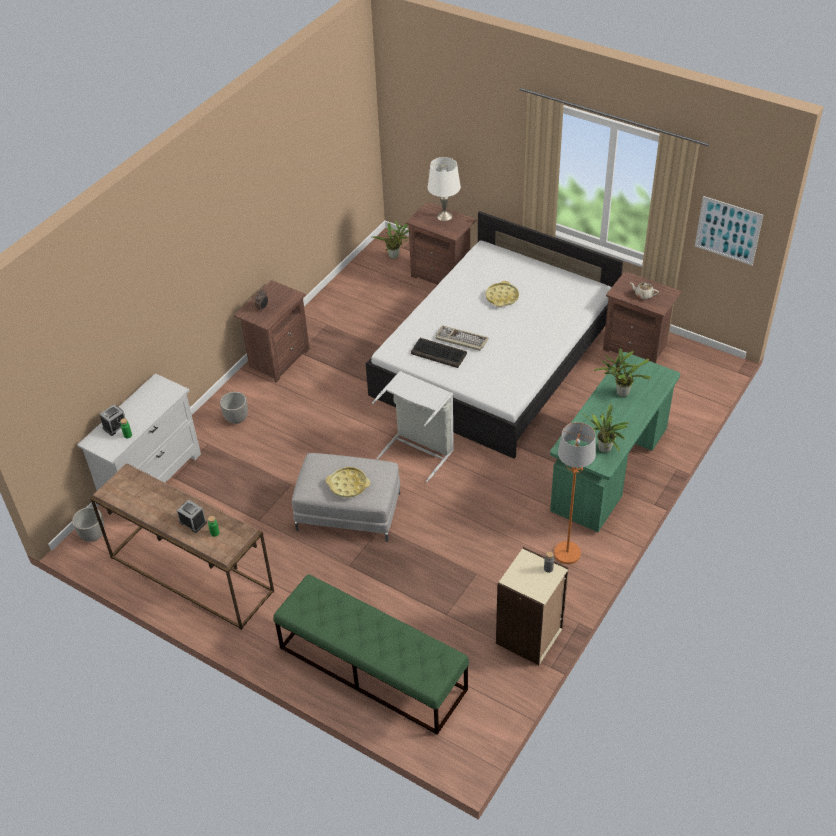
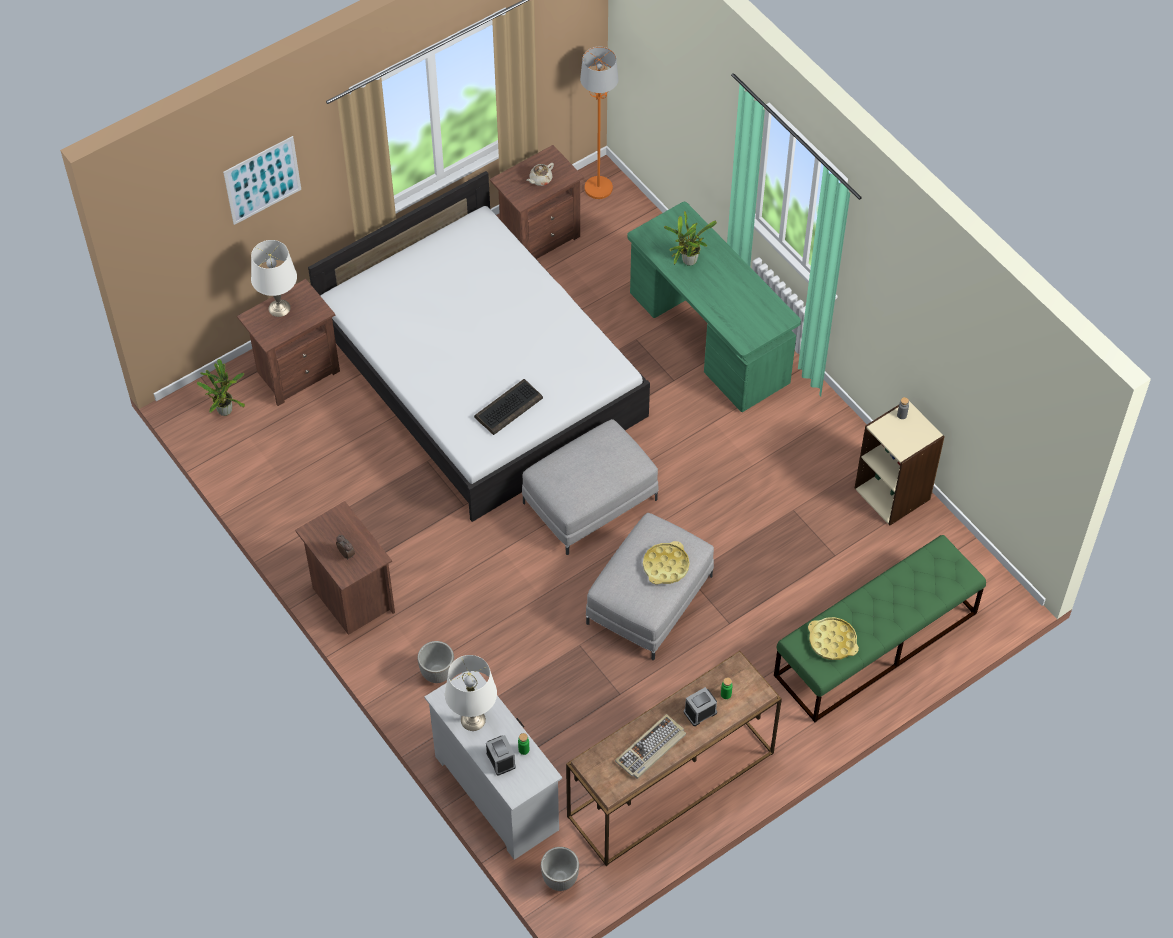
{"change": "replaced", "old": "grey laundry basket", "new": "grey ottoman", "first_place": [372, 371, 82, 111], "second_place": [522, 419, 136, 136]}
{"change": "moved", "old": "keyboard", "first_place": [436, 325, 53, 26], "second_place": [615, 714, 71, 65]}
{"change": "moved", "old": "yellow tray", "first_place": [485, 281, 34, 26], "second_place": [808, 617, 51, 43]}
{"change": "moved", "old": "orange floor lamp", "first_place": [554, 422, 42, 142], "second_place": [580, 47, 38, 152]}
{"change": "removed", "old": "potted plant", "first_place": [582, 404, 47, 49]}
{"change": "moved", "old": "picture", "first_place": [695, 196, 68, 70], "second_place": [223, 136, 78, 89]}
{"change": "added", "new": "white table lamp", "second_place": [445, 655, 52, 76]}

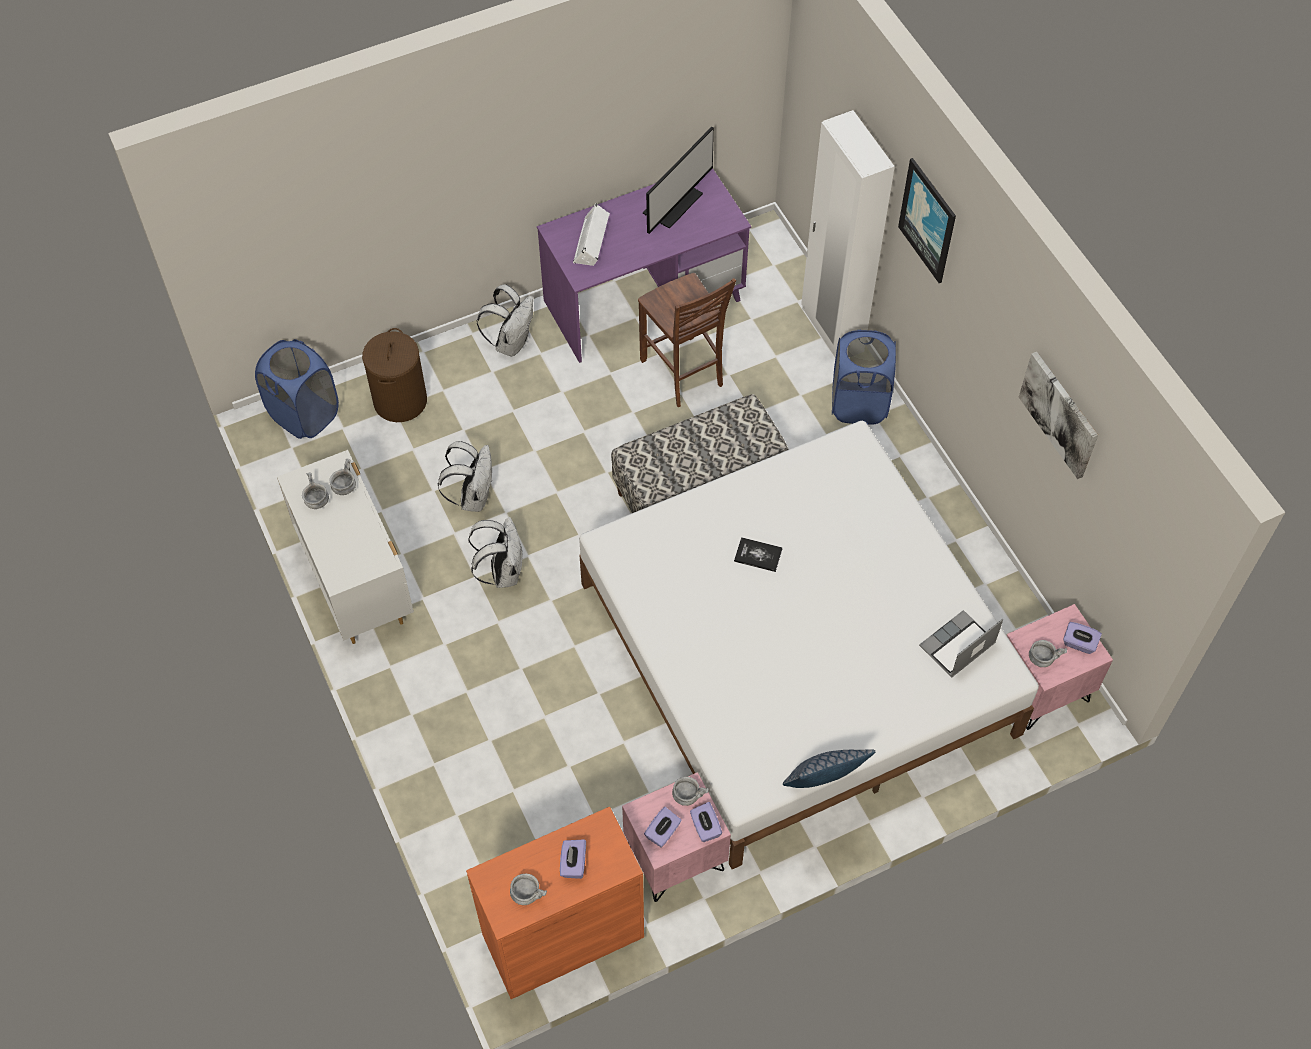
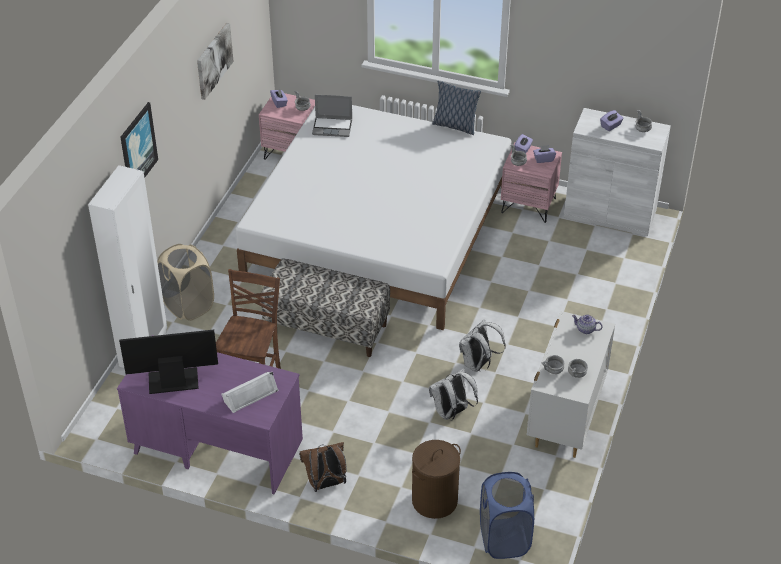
{"change": "recoloured", "old": "orange cabinet", "new": "white cabinet", "first_place": [466, 807, 178, 192], "second_place": [564, 108, 107, 128]}
{"change": "recoloured", "old": "white backpack", "new": "brown backpack", "first_place": [477, 284, 56, 73], "second_place": [299, 442, 48, 50]}
{"change": "removed", "old": "book", "first_place": [734, 537, 49, 35]}
{"change": "recoloured", "old": "blue laundry basket", "new": "beige laundry basket", "first_place": [832, 329, 64, 96], "second_place": [157, 244, 57, 77]}
{"change": "added", "new": "teapot", "second_place": [572, 315, 31, 19]}

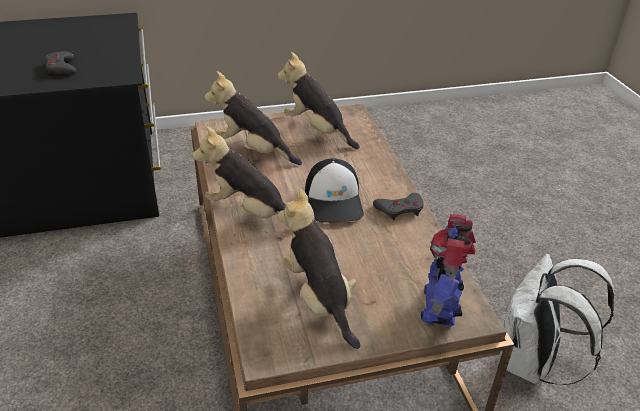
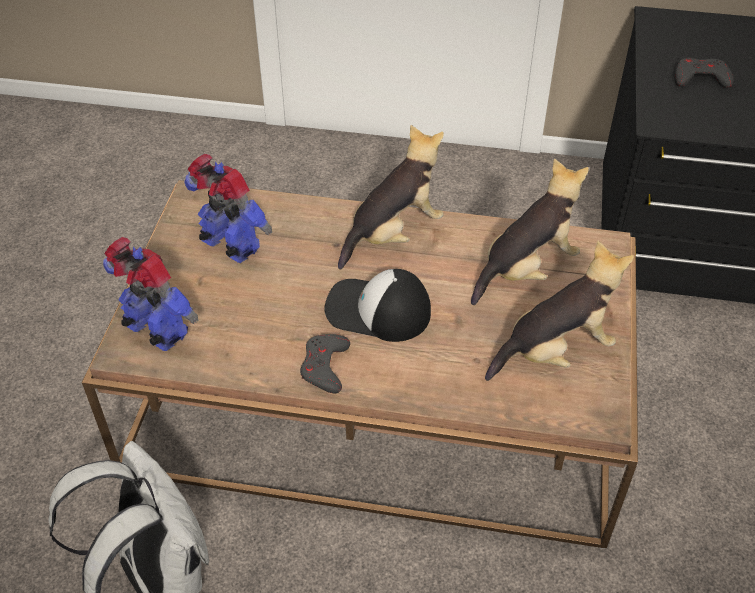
{"change": "replaced", "old": "plush toy", "new": "toy robot", "first_place": [278, 188, 82, 161], "second_place": [184, 154, 88, 109]}

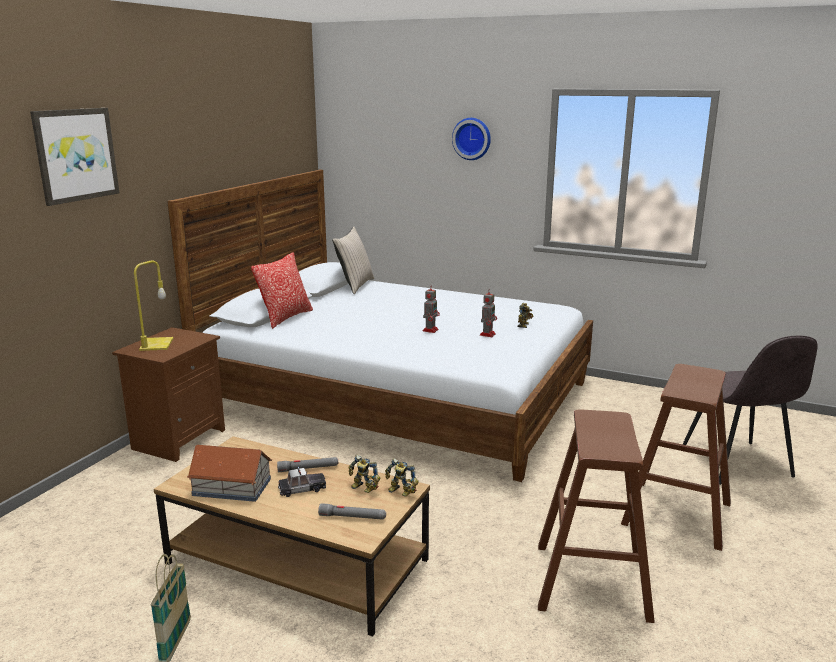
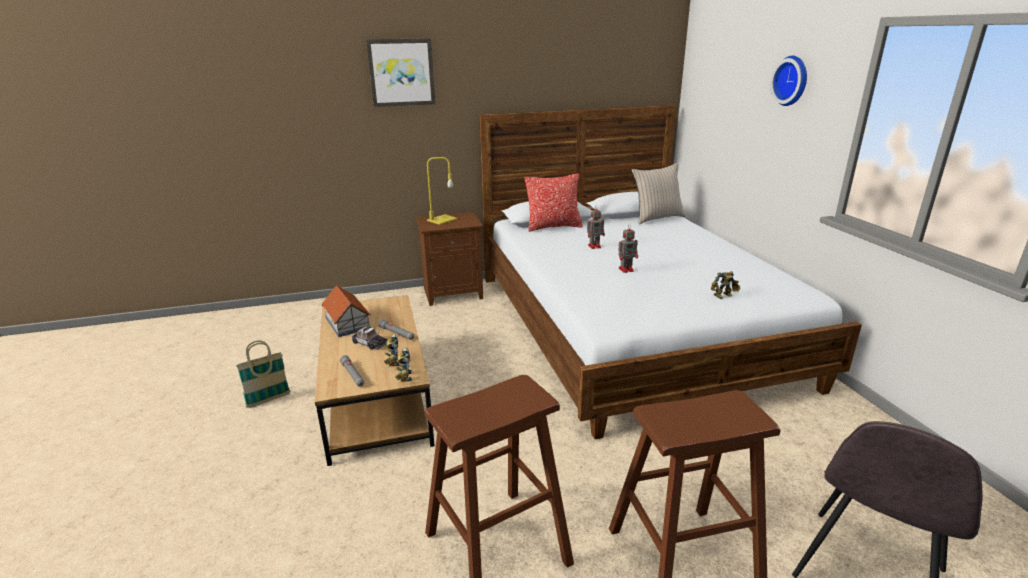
{"change": "moved", "old": "toy robot", "first_place": [480, 289, 17, 48], "second_place": [587, 206, 18, 43]}

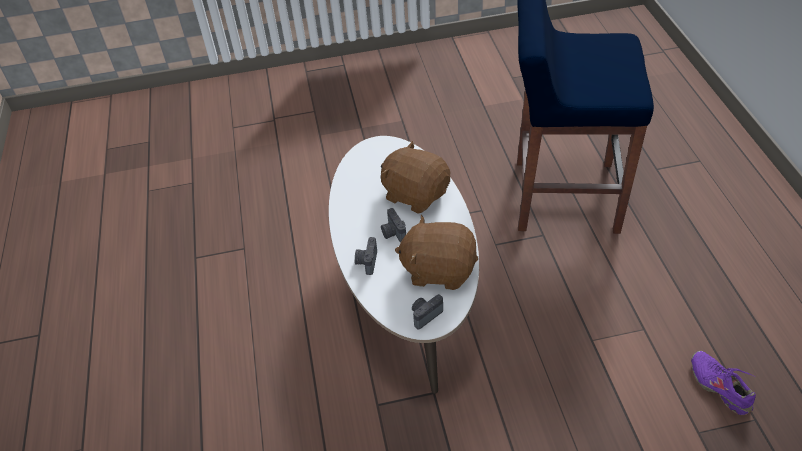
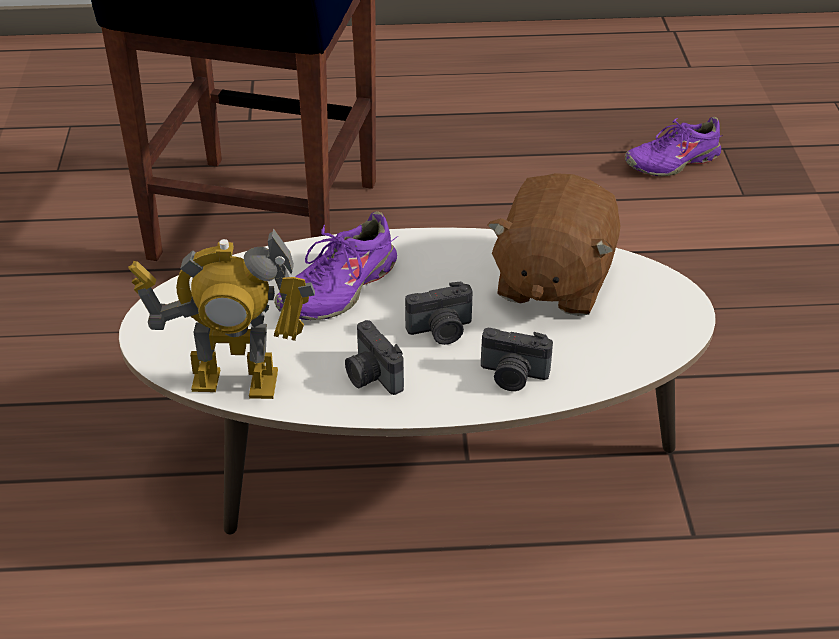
{"change": "replaced", "old": "brown plush toy", "new": "purple shoe", "first_place": [381, 141, 69, 72], "second_place": [274, 211, 124, 109]}
{"change": "moved", "old": "photo camera", "first_place": [412, 294, 31, 36], "second_place": [345, 320, 59, 75]}
{"change": "added", "new": "toy robot", "second_place": [128, 228, 187, 171]}

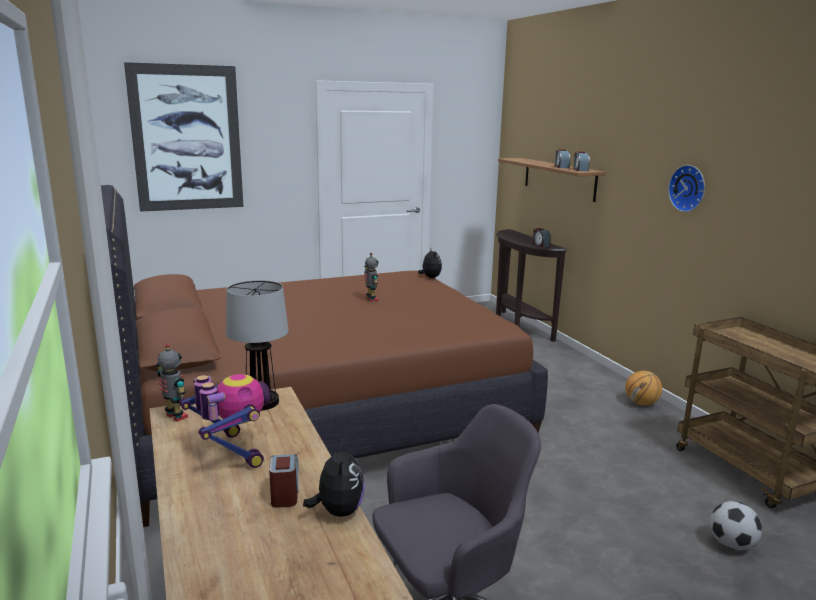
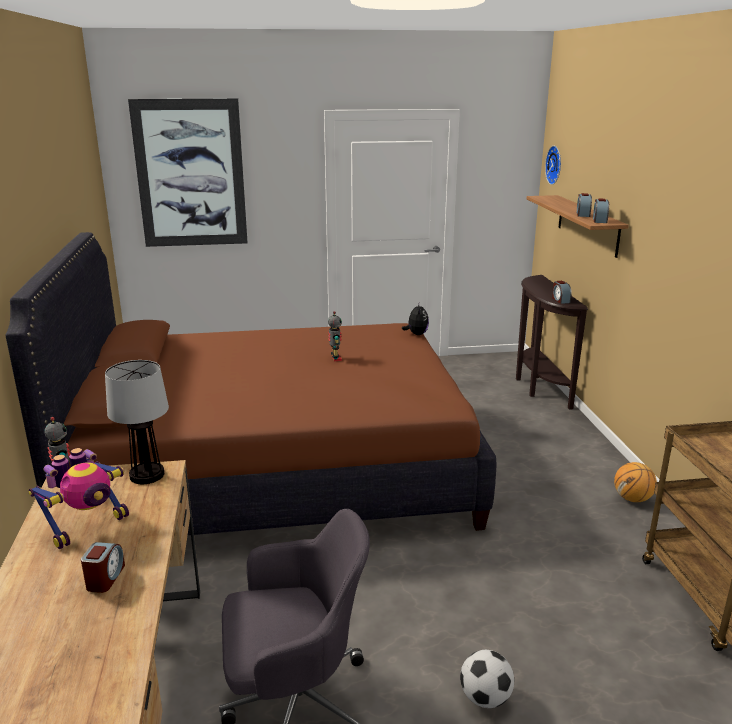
{"change": "turned", "old": "toy robot", "first_place": [179, 374, 92, 94], "second_place": [29, 448, 100, 101], "degrees": 60}
{"change": "removed", "old": "plush toy", "first_place": [303, 441, 62, 76]}
{"change": "moved", "old": "wall clock", "first_place": [668, 165, 37, 47], "second_place": [545, 146, 16, 39]}
{"change": "moved", "old": "football", "first_place": [710, 501, 52, 49], "second_place": [460, 650, 54, 58]}

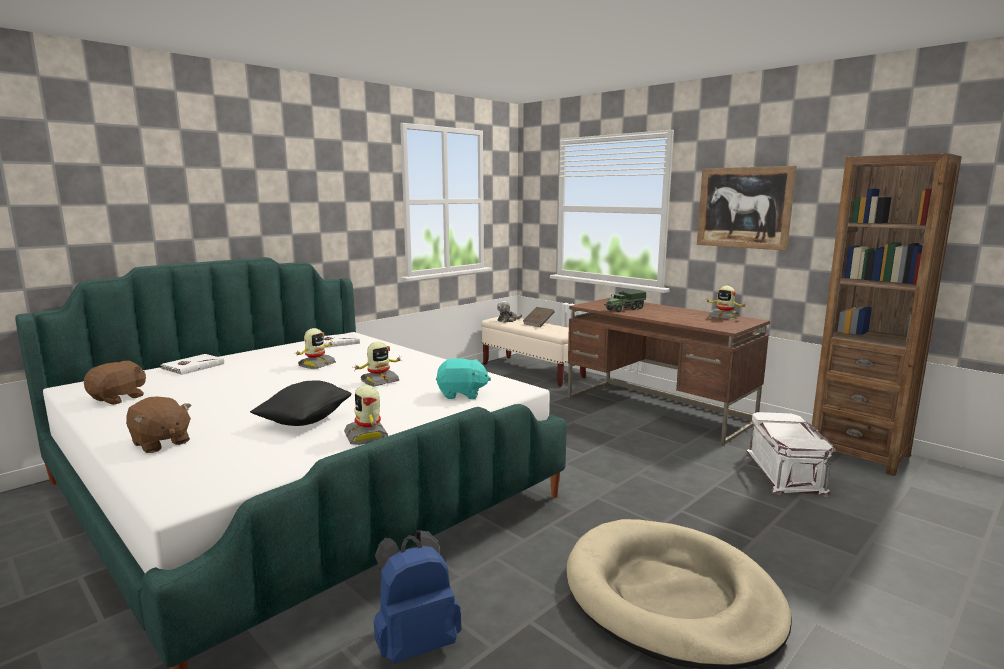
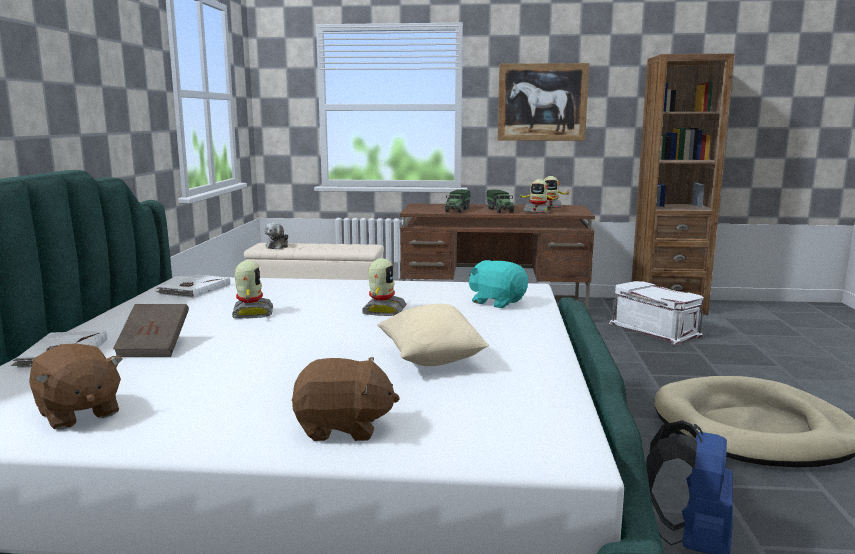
{"change": "turned", "old": "brown plush toy", "first_place": [84, 361, 62, 44], "second_place": [29, 344, 94, 86], "degrees": 150}
{"change": "recoloured", "old": "black pillow", "new": "beige pillow", "first_place": [250, 381, 102, 45], "second_place": [377, 304, 112, 62]}
{"change": "moved", "old": "toy robot", "first_place": [344, 385, 44, 60], "second_place": [519, 179, 40, 34]}
{"change": "turned", "old": "turquoise plush toy", "first_place": [436, 358, 55, 41], "second_place": [469, 260, 59, 48], "degrees": -105}
{"change": "moved", "old": "brown book", "first_place": [523, 307, 31, 20], "second_place": [113, 304, 76, 53]}
{"change": "added", "new": "toy truck", "second_place": [486, 189, 29, 24]}

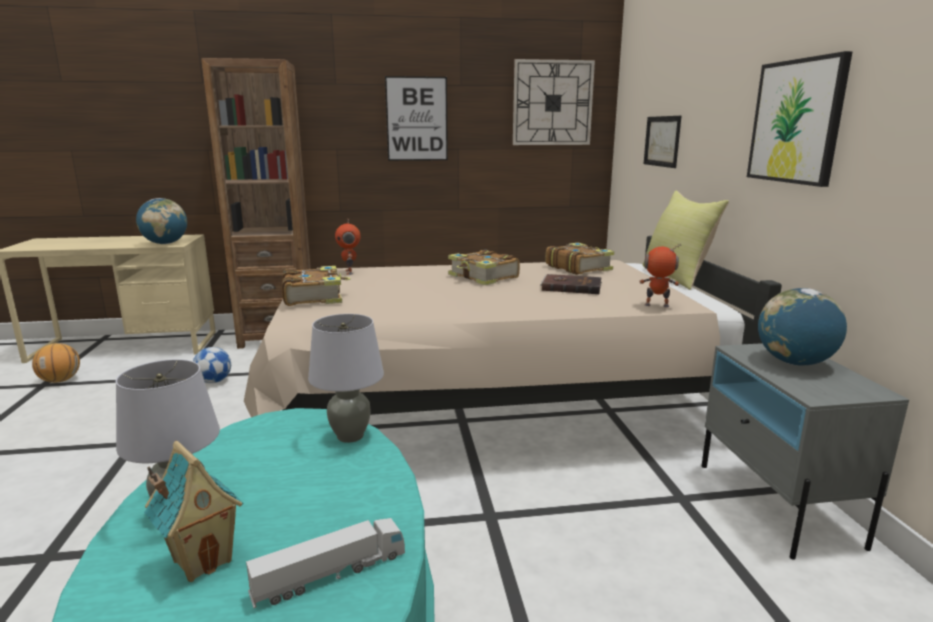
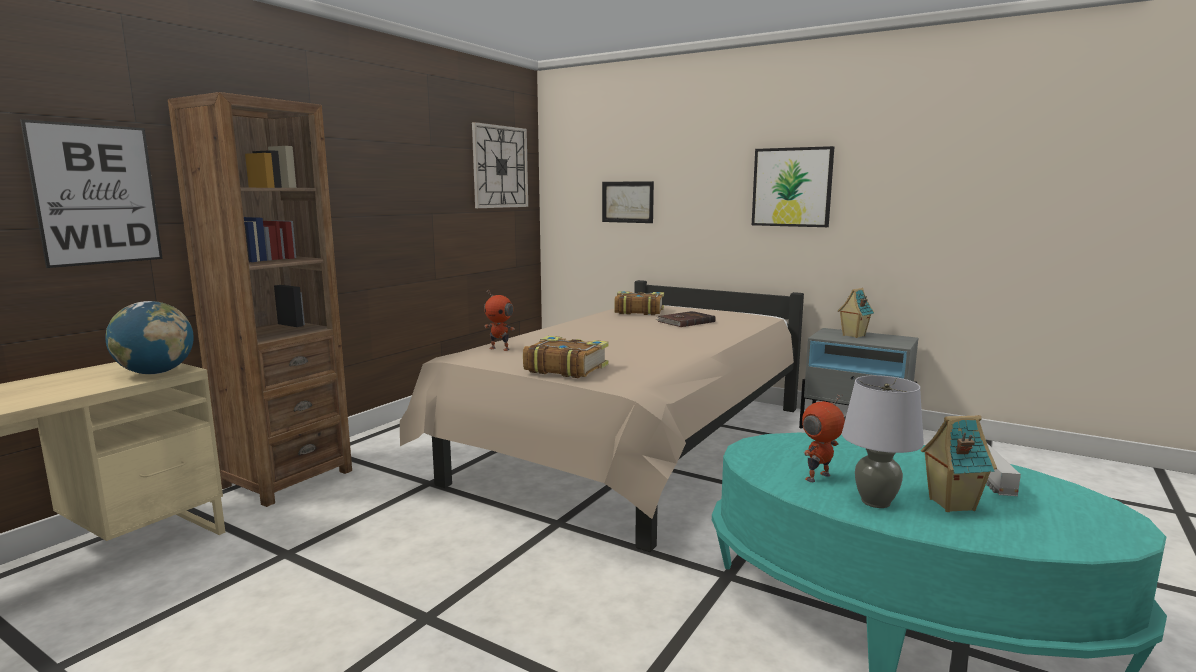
{"change": "removed", "old": "basketball", "first_place": [32, 343, 48, 40]}
{"change": "removed", "old": "football", "first_place": [193, 347, 38, 36]}
{"change": "removed", "old": "grey table lamp", "first_place": [308, 314, 76, 129]}
{"change": "moved", "old": "picture", "first_place": [385, 76, 63, 85], "second_place": [20, 119, 143, 149]}
{"change": "removed", "old": "book", "first_place": [448, 250, 72, 35]}
{"change": "moved", "old": "toy robot", "first_place": [639, 243, 42, 64], "second_place": [802, 394, 43, 88]}
{"change": "removed", "old": "yellow pillow", "first_place": [642, 191, 87, 99]}
{"change": "replaced", "old": "globe", "new": "toy house", "first_place": [758, 288, 89, 77], "second_place": [838, 288, 36, 50]}

